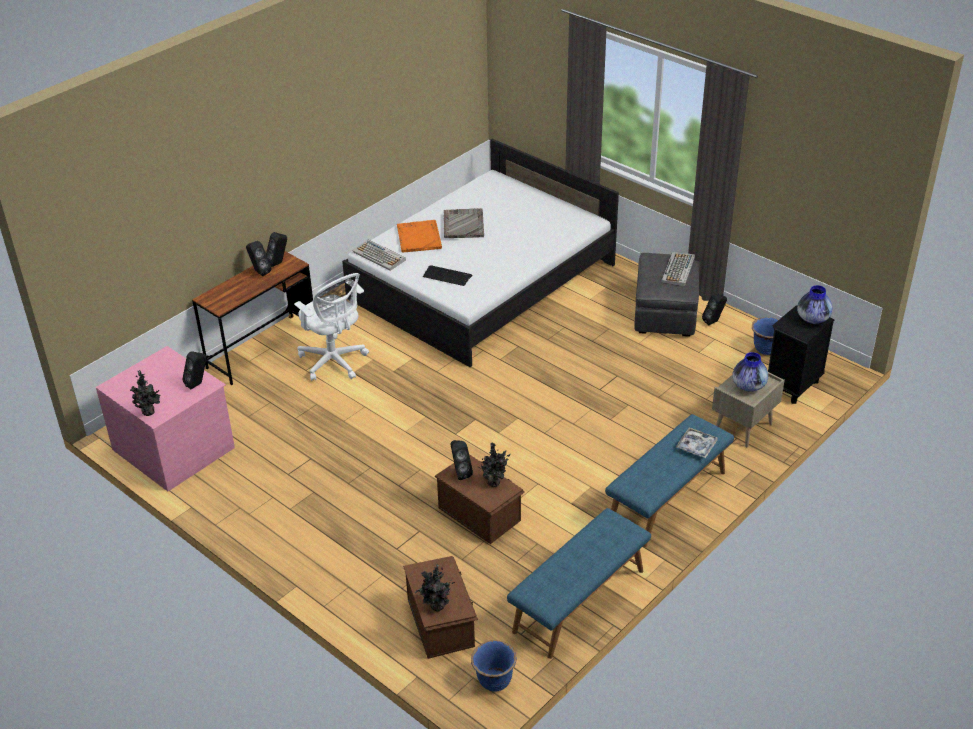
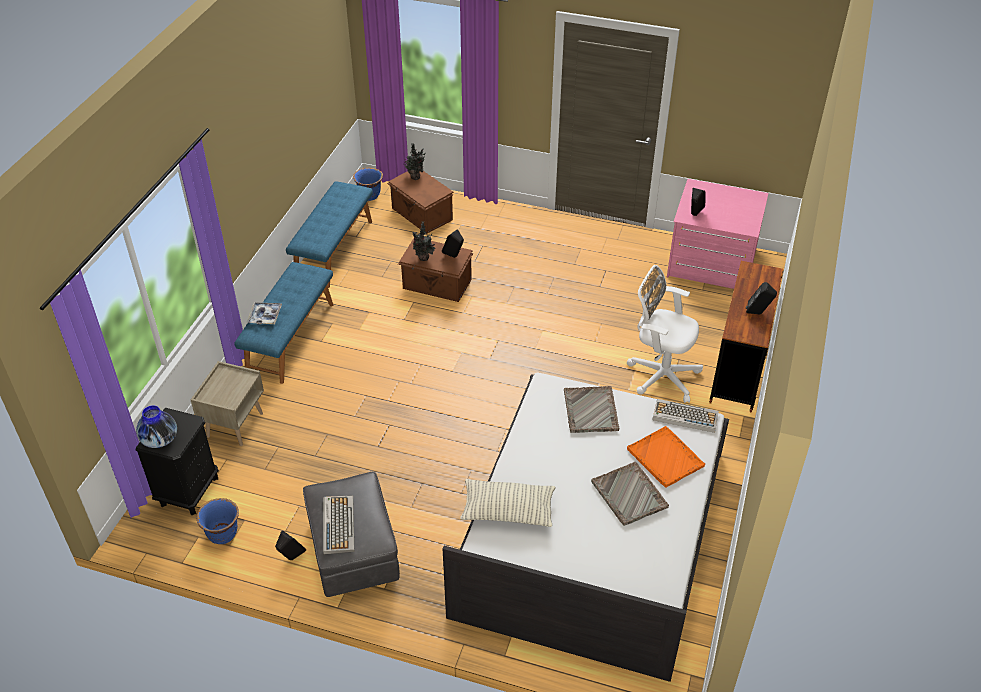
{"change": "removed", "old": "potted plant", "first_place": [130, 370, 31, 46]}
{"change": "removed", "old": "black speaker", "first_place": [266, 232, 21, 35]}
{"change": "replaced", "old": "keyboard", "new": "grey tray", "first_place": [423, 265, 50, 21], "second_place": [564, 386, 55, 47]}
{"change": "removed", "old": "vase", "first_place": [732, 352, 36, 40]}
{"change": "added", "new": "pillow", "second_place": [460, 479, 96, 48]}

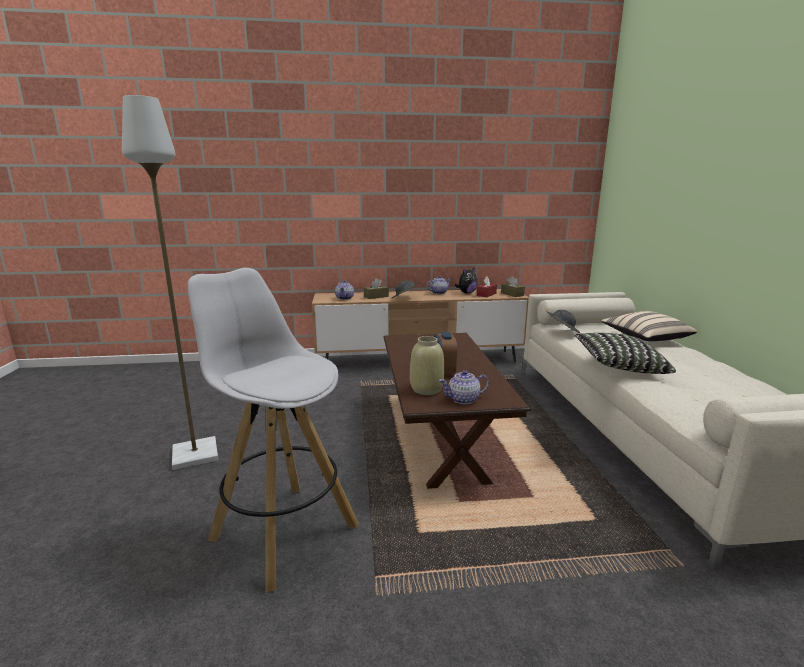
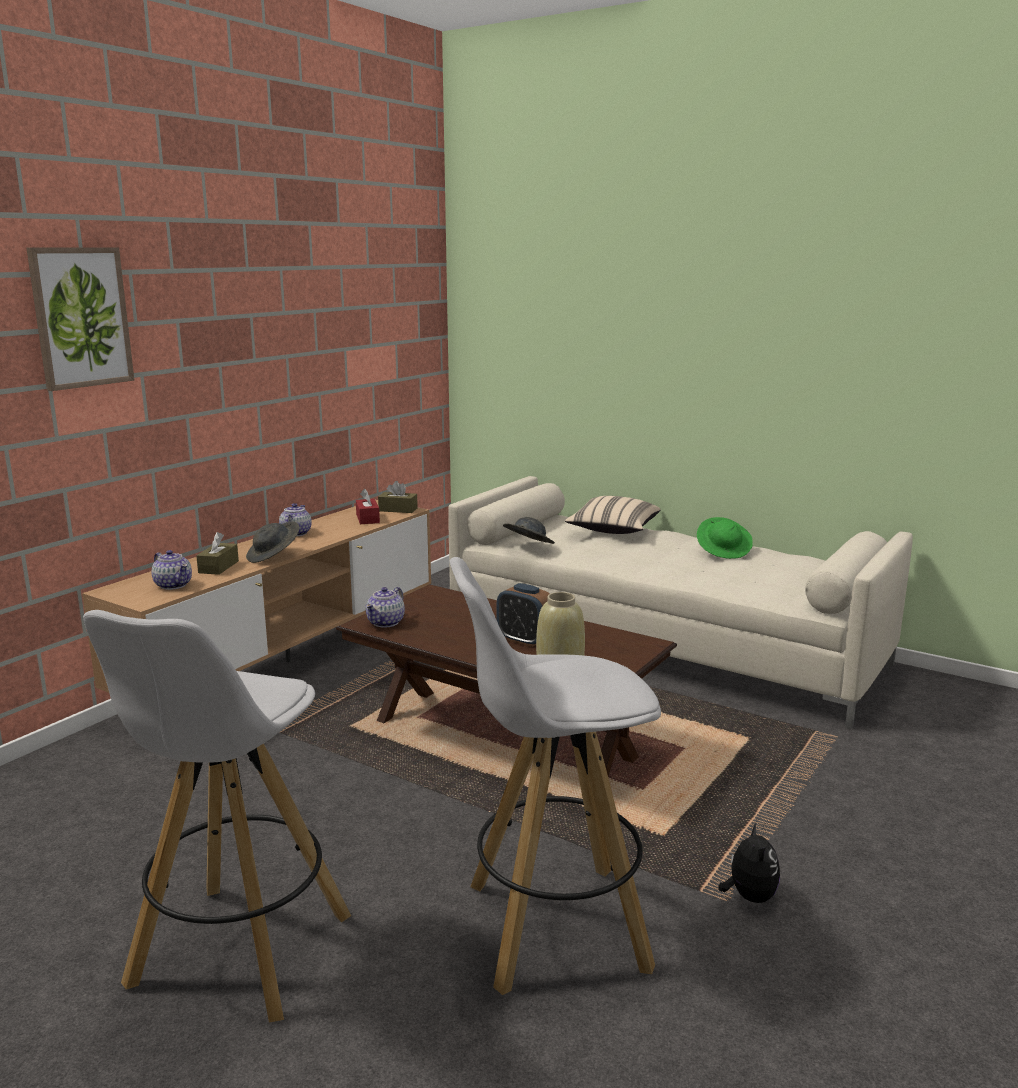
{"change": "replaced", "old": "grey floor lamp", "new": "white stool", "first_place": [122, 95, 96, 375], "second_place": [83, 610, 268, 413]}
{"change": "moved", "old": "teapot", "first_place": [439, 370, 50, 34], "second_place": [366, 587, 39, 41]}
{"change": "moved", "old": "plush toy", "first_place": [455, 267, 23, 27], "second_place": [718, 823, 62, 80]}
{"change": "removed", "old": "pillow", "first_place": [574, 333, 102, 41]}
{"change": "added", "new": "picture", "second_place": [26, 247, 108, 144]}
{"change": "added", "new": "green hat", "second_place": [697, 517, 56, 42]}

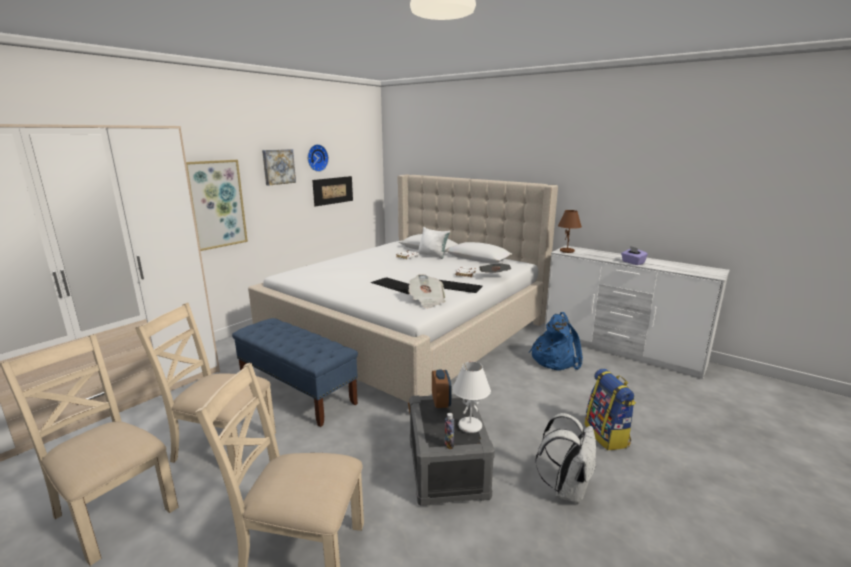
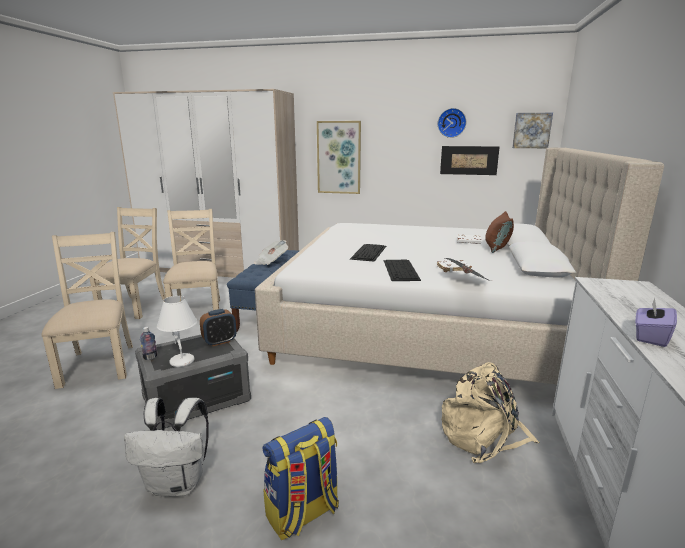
{"change": "moved", "old": "picture", "first_place": [262, 149, 34, 37], "second_place": [512, 113, 41, 35]}
{"change": "moved", "old": "newspaper", "first_place": [408, 274, 37, 35], "second_place": [254, 240, 34, 25]}
{"change": "recoloured", "old": "white pillow", "new": "brown pillow", "first_place": [418, 227, 32, 32], "second_place": [485, 211, 29, 42]}
{"change": "recoloured", "old": "blue backpack", "new": "beige backpack", "first_place": [529, 312, 54, 59], "second_place": [441, 362, 99, 101]}
{"change": "removed", "old": "brown table lamp", "first_place": [558, 210, 24, 43]}

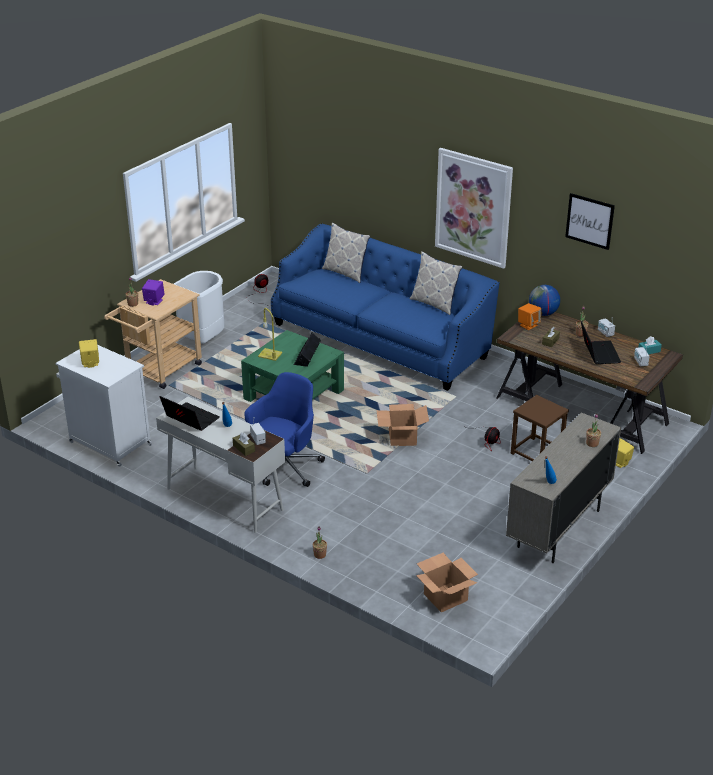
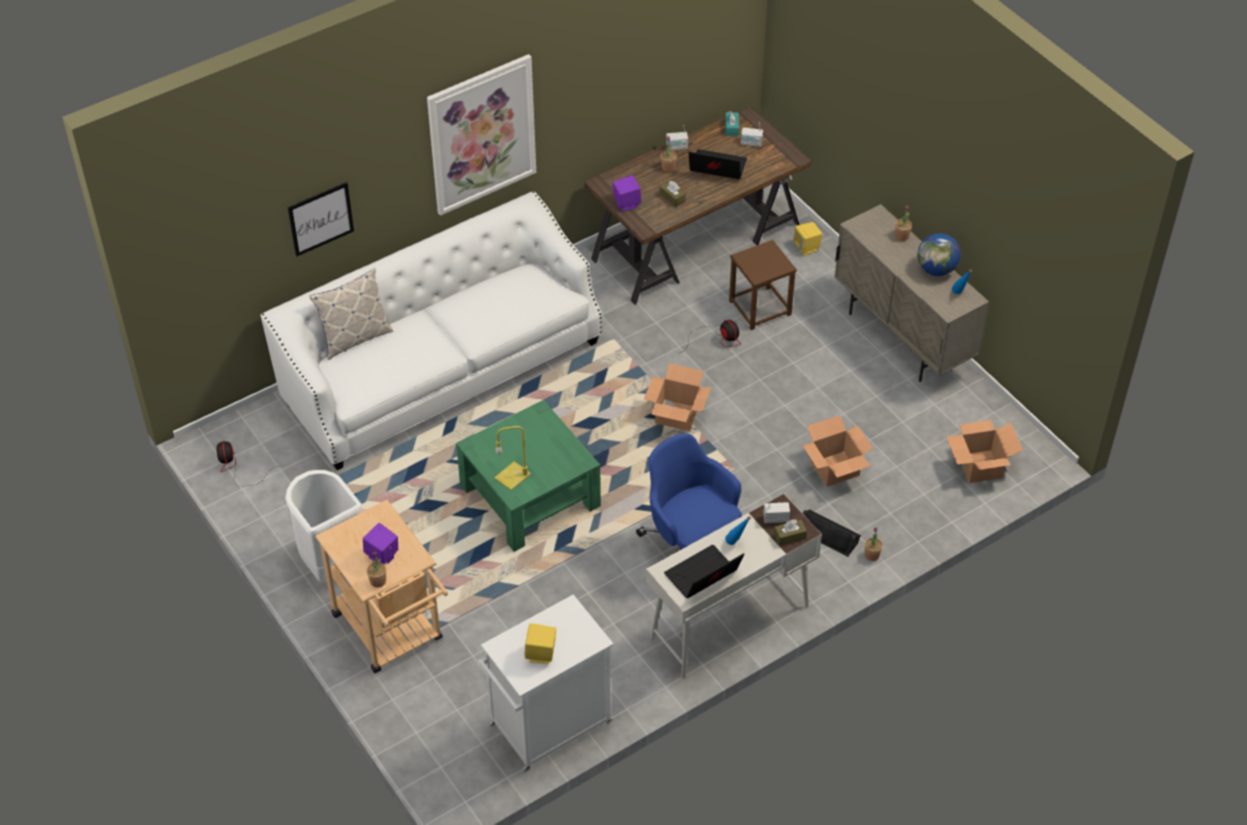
{"change": "recoloured", "old": "blue sofa", "new": "white sofa", "first_place": [271, 223, 229, 168], "second_place": [260, 191, 343, 279]}
{"change": "moved", "old": "black speaker", "first_place": [294, 332, 27, 35], "second_place": [803, 509, 58, 48]}
{"change": "removed", "old": "pillow", "first_place": [410, 251, 52, 64]}
{"change": "recoloured", "old": "orange speaker", "new": "purple speaker", "first_place": [518, 303, 23, 27], "second_place": [613, 175, 29, 36]}
{"change": "moved", "old": "globe", "first_place": [529, 285, 31, 31], "second_place": [917, 233, 44, 43]}
{"change": "moved", "old": "picture", "first_place": [565, 193, 50, 57], "second_place": [288, 182, 66, 75]}
{"change": "added", "new": "cardboard box", "second_place": [802, 415, 71, 72]}

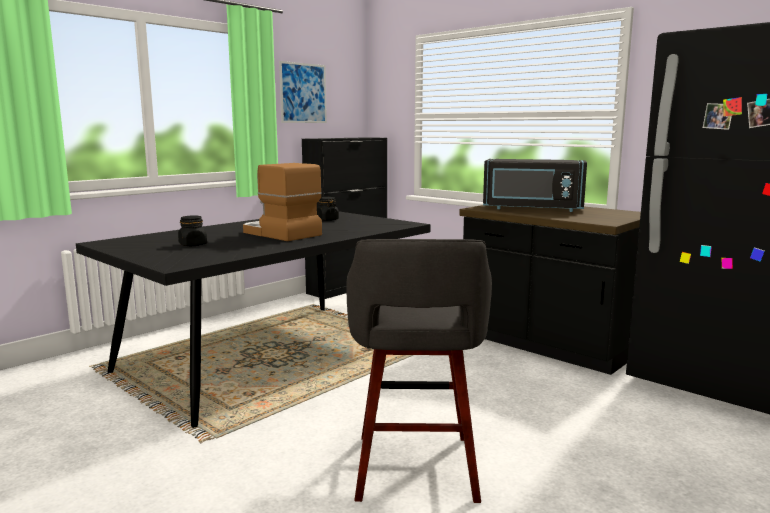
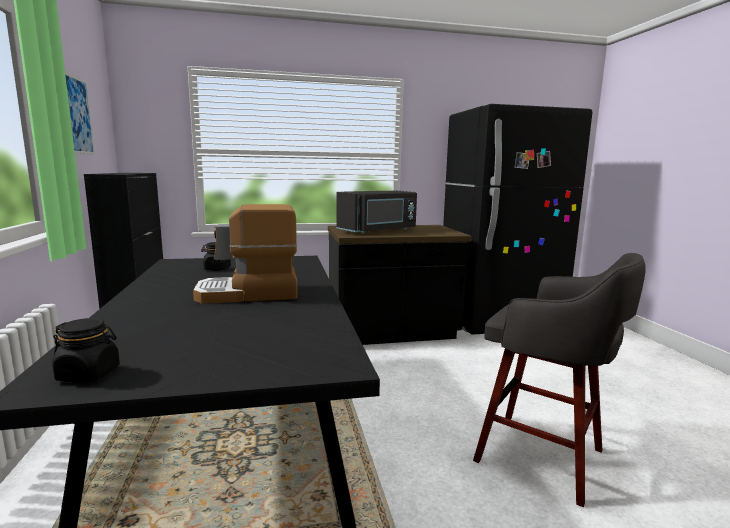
{"change": "moved", "old": "black jar", "first_place": [178, 216, 29, 30], "second_place": [52, 318, 68, 64]}

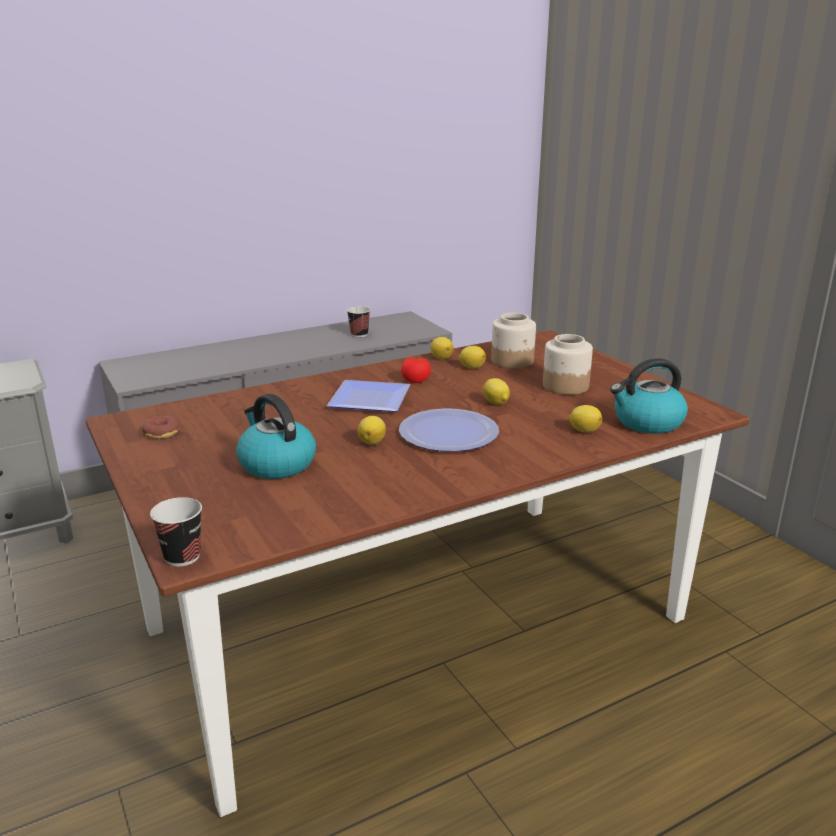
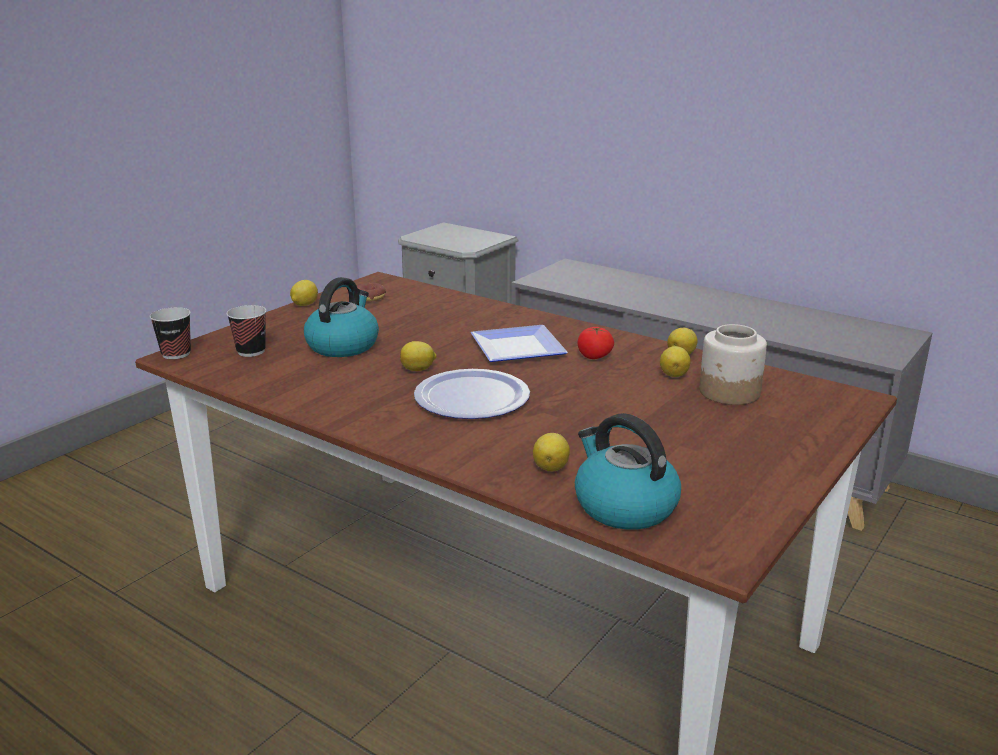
{"change": "moved", "old": "cup", "first_place": [347, 306, 23, 31], "second_place": [227, 305, 39, 52]}
{"change": "moved", "old": "lemon", "first_place": [483, 378, 27, 27], "second_place": [290, 280, 28, 26]}
{"change": "removed", "old": "jar", "first_place": [543, 334, 50, 61]}

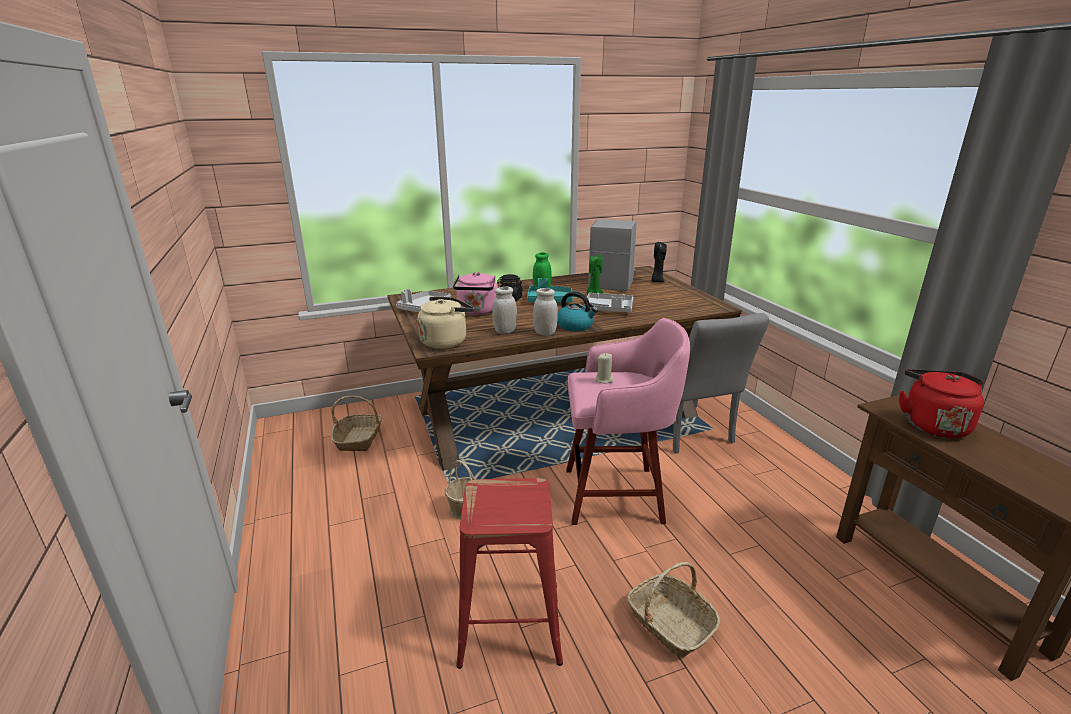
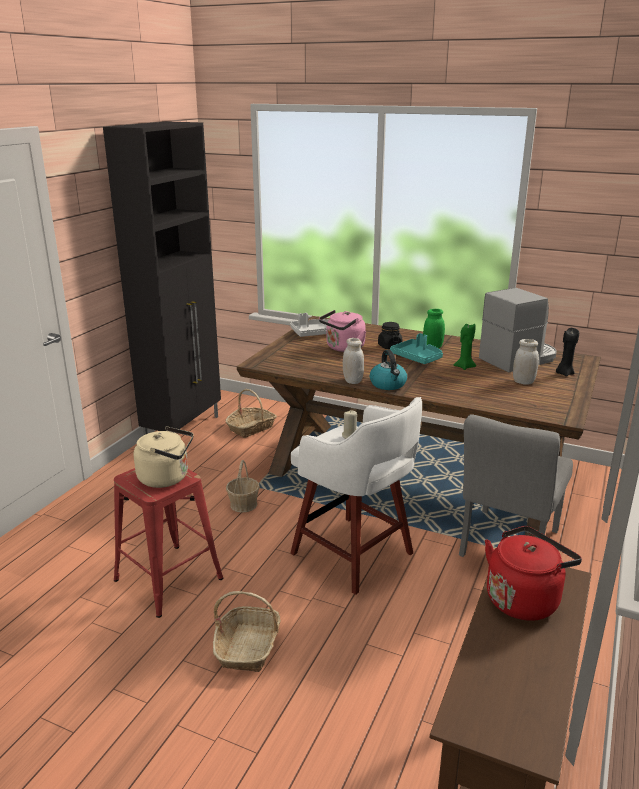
{"change": "moved", "old": "beige kettle", "first_place": [418, 297, 56, 52], "second_place": [134, 426, 60, 62]}
{"change": "moved", "old": "white jar", "first_place": [492, 286, 25, 48], "second_place": [513, 339, 26, 46]}
{"change": "recoloured", "old": "pink stool", "new": "white stool", "first_place": [566, 318, 124, 207], "second_place": [291, 397, 131, 198]}
{"change": "removed", "old": "grey tray", "first_place": [587, 293, 46, 19]}
{"change": "added", "new": "black cabinet", "second_place": [103, 121, 118, 314]}

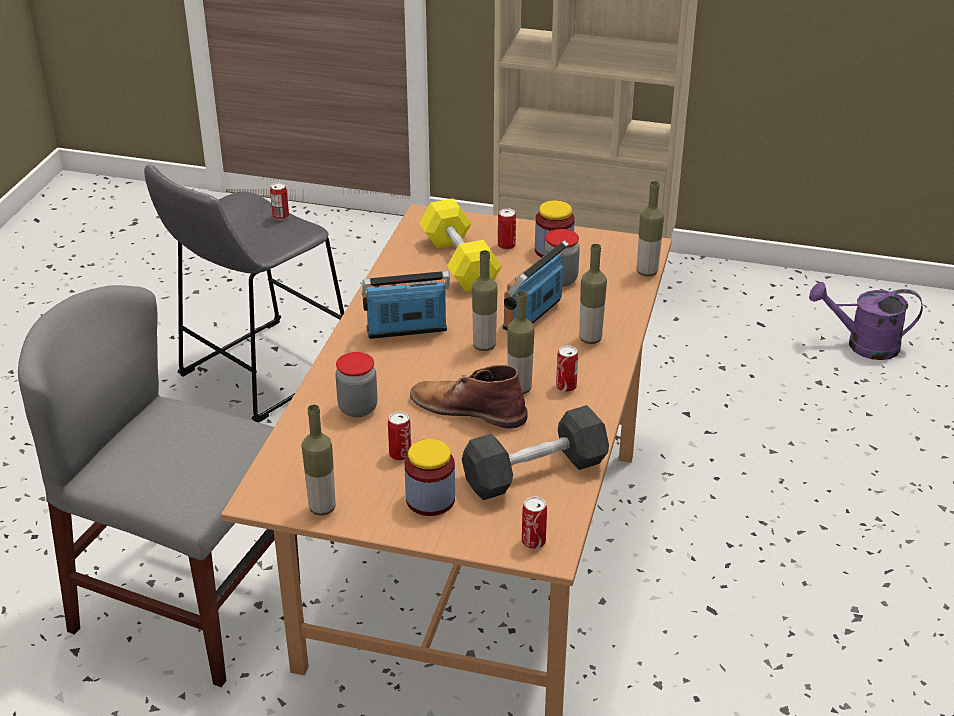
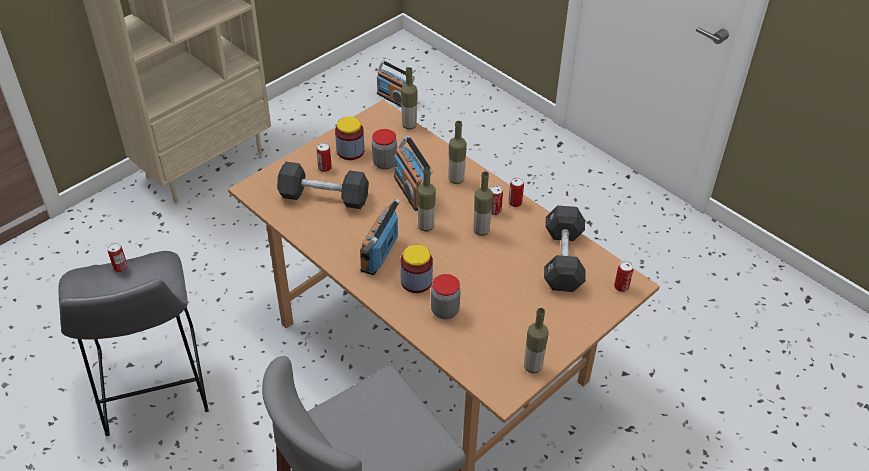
{"change": "moved", "old": "can", "first_place": [388, 411, 23, 50], "second_place": [508, 177, 16, 30]}
{"change": "moved", "old": "jar", "first_place": [405, 439, 50, 77], "second_place": [400, 245, 33, 48]}
{"change": "removed", "old": "brown boot", "first_place": [410, 365, 118, 63]}
{"change": "recoloured", "old": "yellow dumbbell", "new": "black dumbbell", "first_place": [419, 198, 83, 94], "second_place": [277, 162, 92, 47]}
{"change": "replaced", "old": "purple watering can", "new": "radio", "first_place": [809, 282, 114, 78], "second_place": [377, 60, 38, 47]}

